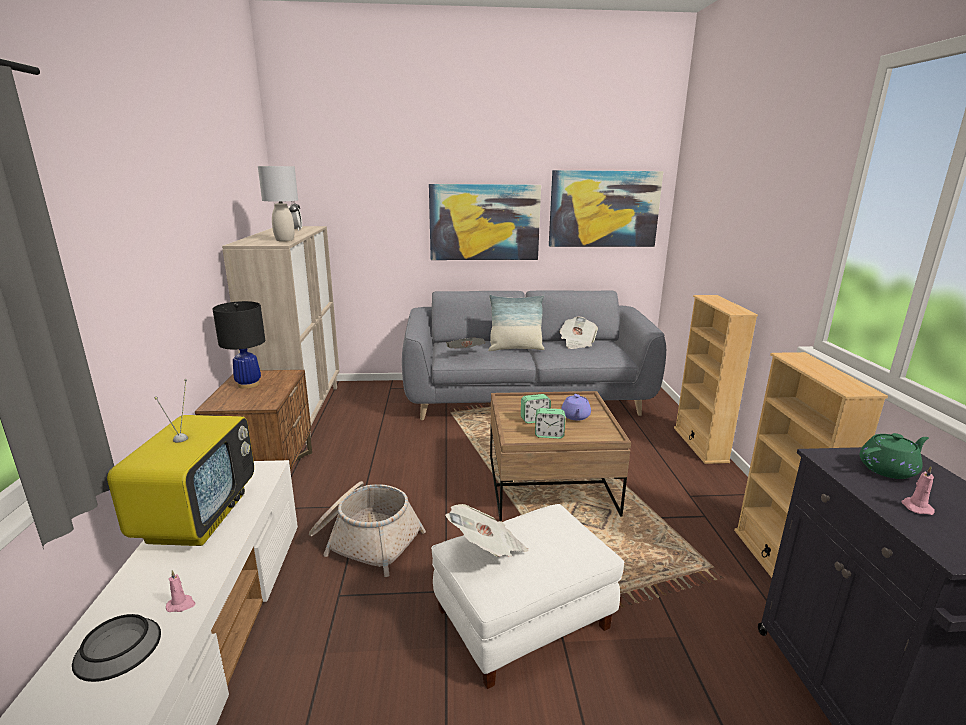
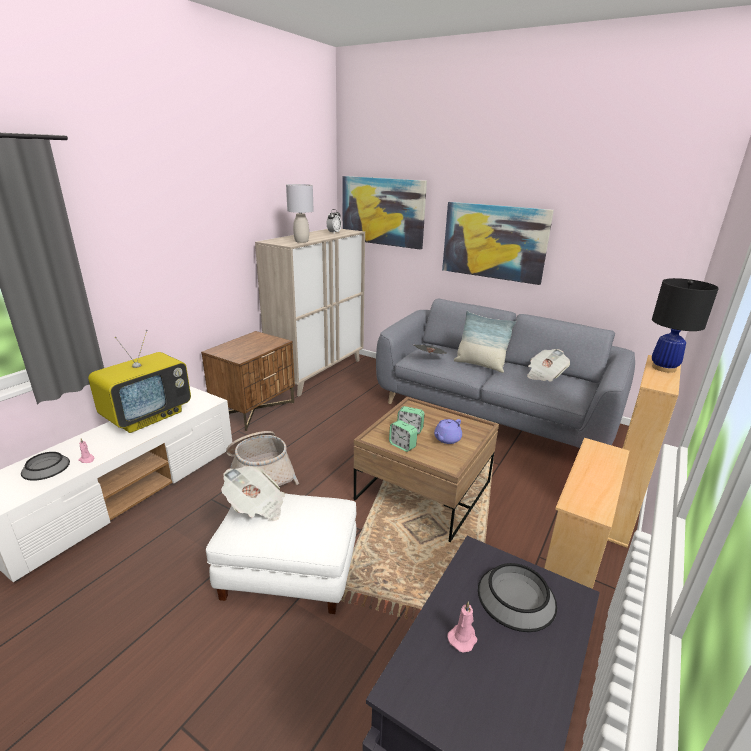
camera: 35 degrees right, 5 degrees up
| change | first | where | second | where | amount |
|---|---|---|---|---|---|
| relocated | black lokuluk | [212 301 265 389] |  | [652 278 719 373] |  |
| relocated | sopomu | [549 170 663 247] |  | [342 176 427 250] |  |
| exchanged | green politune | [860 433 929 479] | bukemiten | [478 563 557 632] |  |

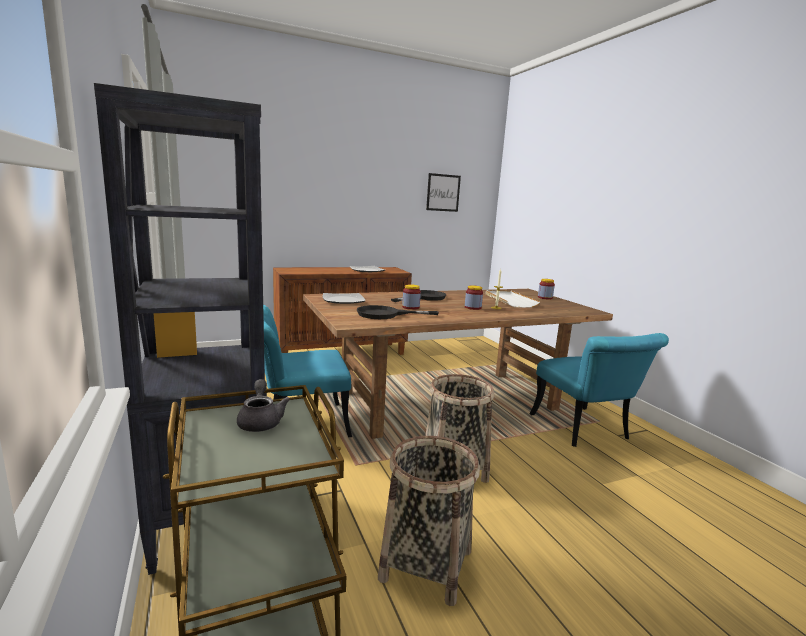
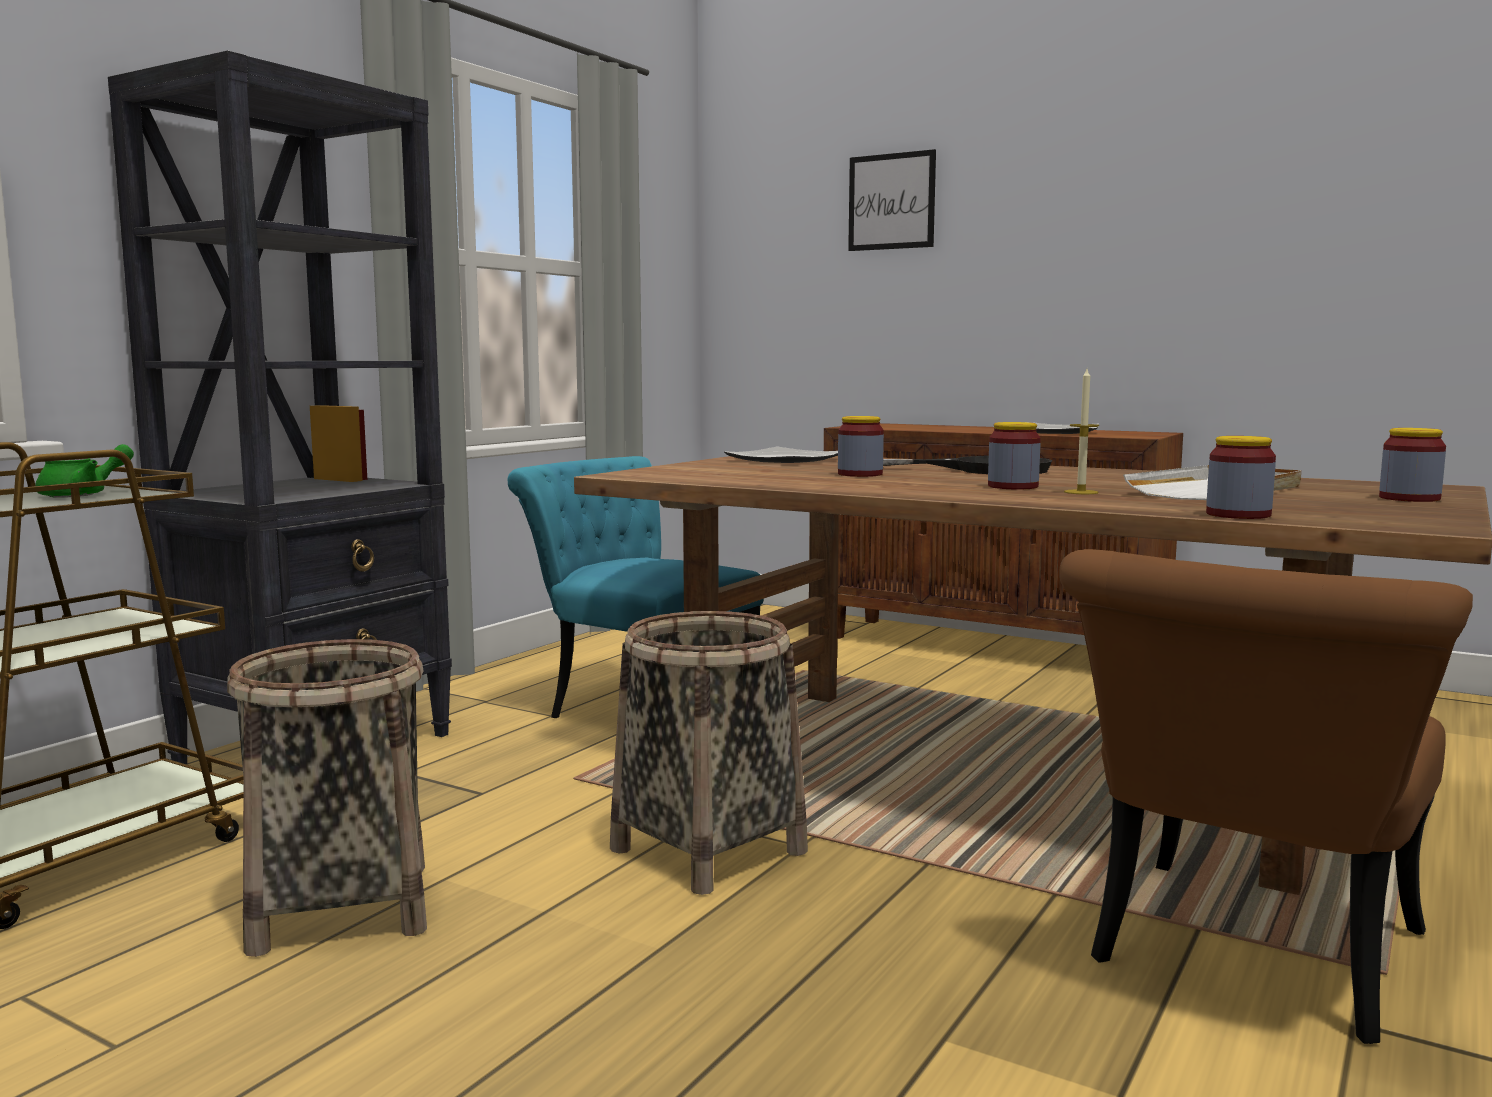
camera: 55 degrees right, 5 degrees down
| change | first | where | second | where | amount |
|---|---|---|---|---|---|
| missing | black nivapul | [356 305 439 319] |  |  |  |
| appeared |  |  | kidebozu | [1206 436 1276 519] |  |
| relocated | sopomu | [426 173 461 212] |  | [848 149 936 251] |  |
| colour | grey politune | [237 379 290 432] | green politune | [35 444 134 498] |  |
| colour | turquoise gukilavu | [530 333 669 447] | brown gukilavu | [1059 549 1473 1044] |  |

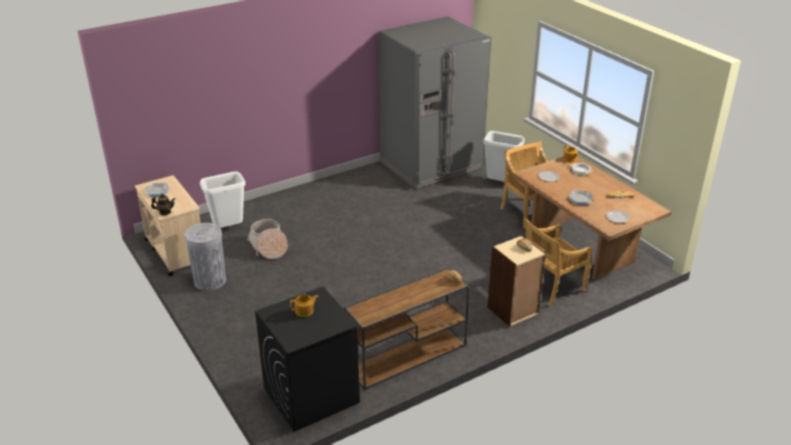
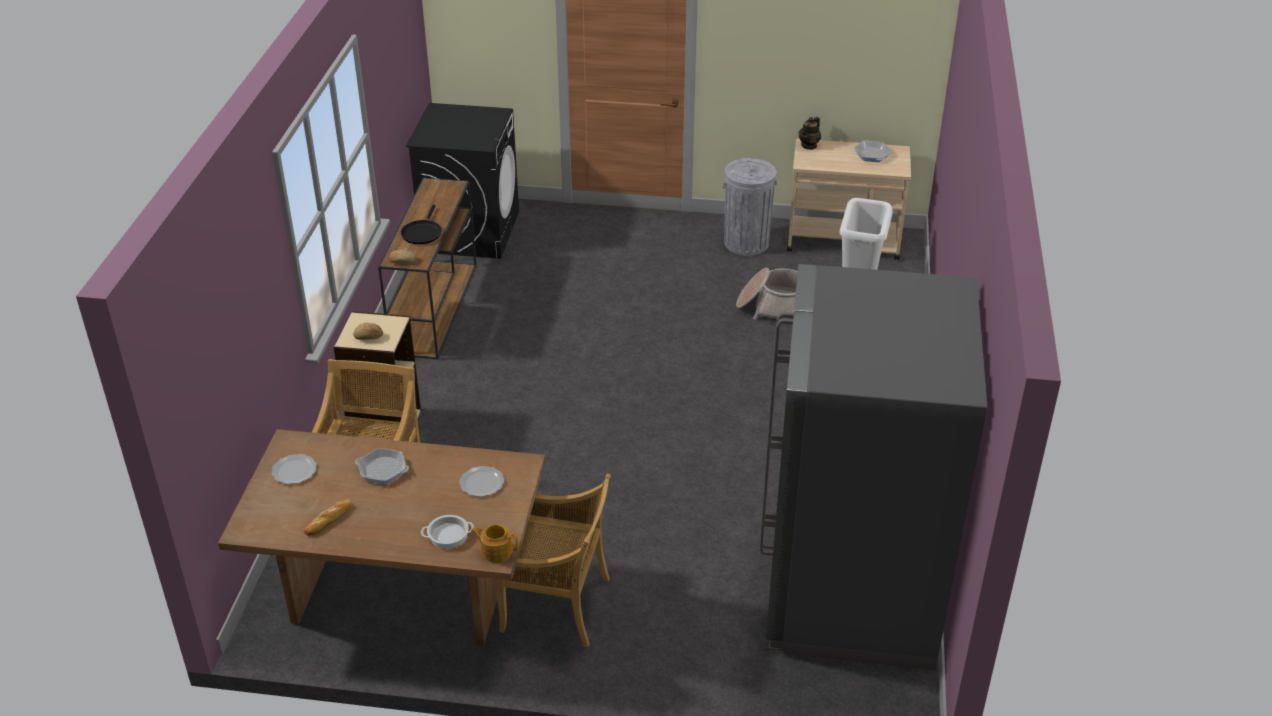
camera: 130 degrees right, 5 degrees up
| change | first | where | second | where | amount |
|---|---|---|---|---|---|
| missing | politune | [290 295 318 317] |  |  |  |
| missing | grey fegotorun | [483 131 525 182] |  |  |  |
| appeared |  |  | black nivapul | [401 205 442 244] |  |

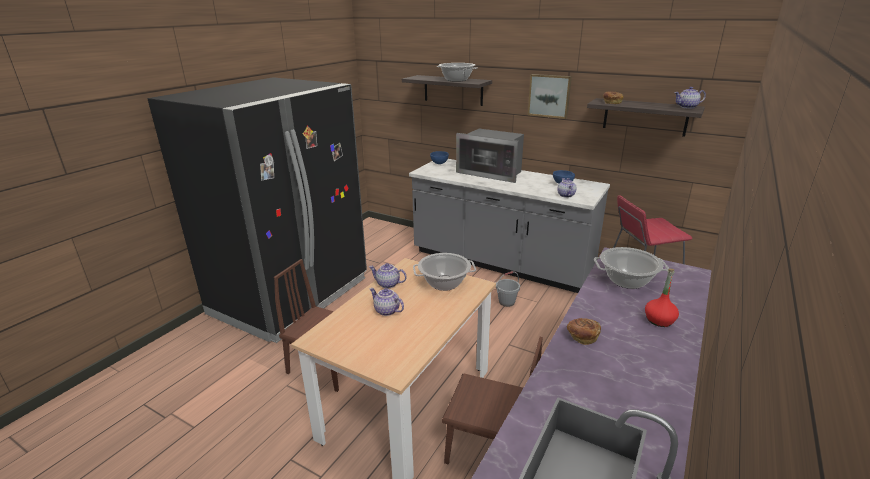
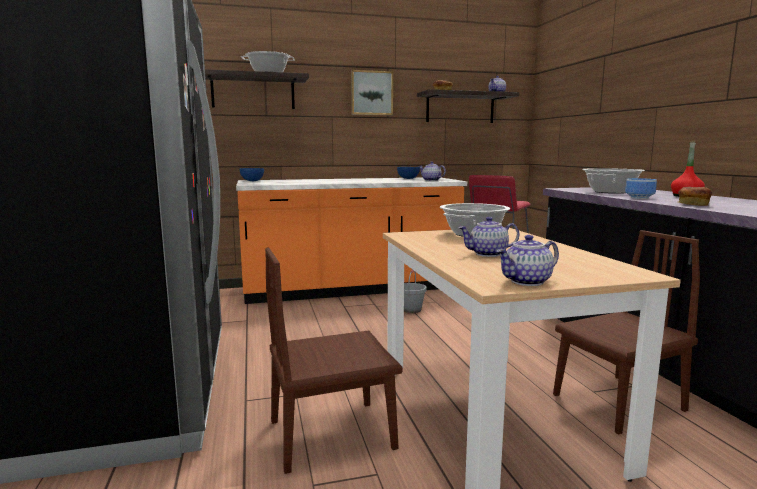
camera: 45 degrees left, 15 degrees down
| change | first | where | second | where | amount |
|---|---|---|---|---|---|
| missing | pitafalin | [456 129 524 183] |  |  |  |
| appeared |  |  | bukemiten | [625 178 657 199] |  |
| relocated | politune | [369 263 407 288] |  | [497 235 559 286] |  |
| colour | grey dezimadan | [409 159 610 293] | orange dezimadan | [236 178 467 304] |  |

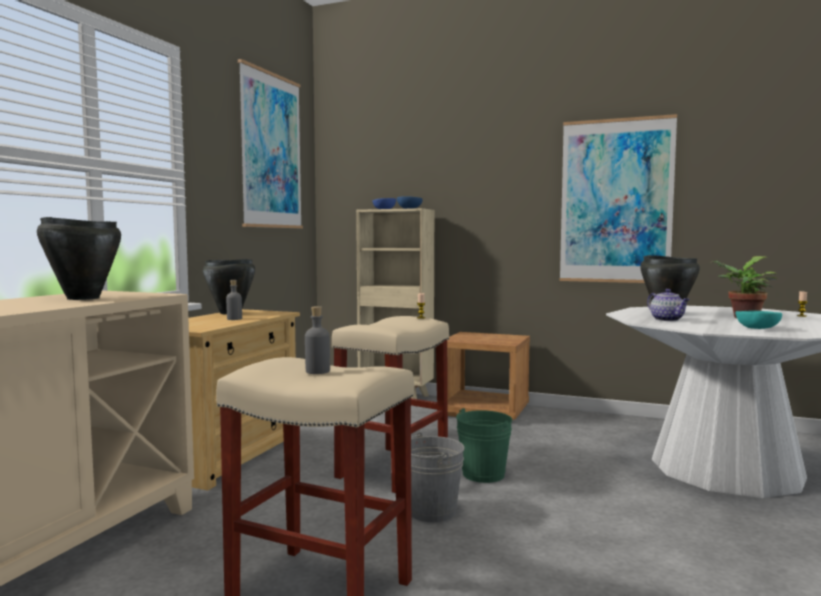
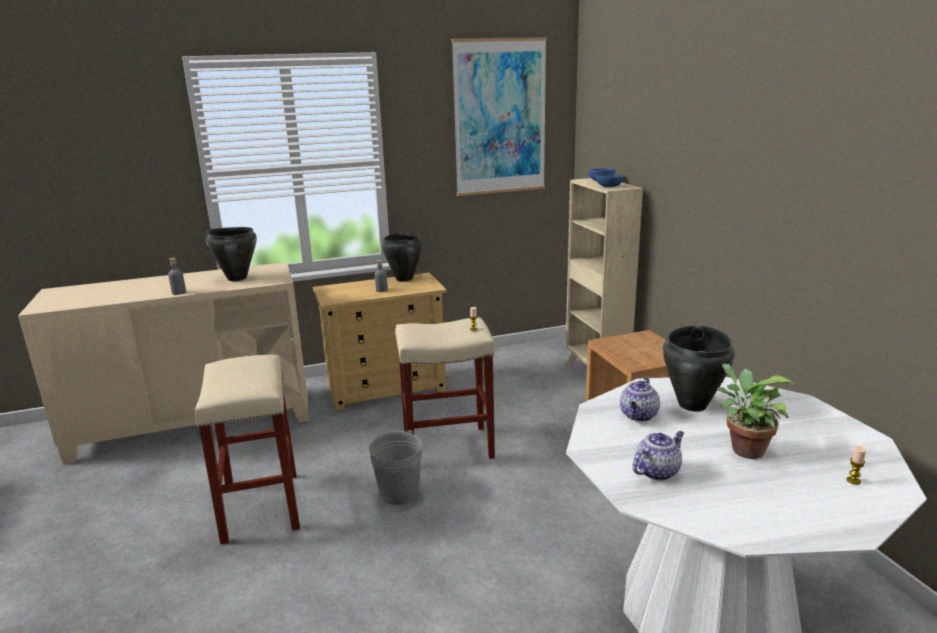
camera: 50 degrees right, 15 degrees up
| change | first | where | second | where | amount |
|---|---|---|---|---|---|
| missing | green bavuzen | [456 408 512 483] |  |  |  |
| missing | sopomu | [560 114 677 283] |  |  |  |
| relocated | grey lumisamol | [305 306 330 374] |  | [168 258 186 295] |  |
| exchanged | turquoise bukemiten | [735 311 782 329] | politune | [632 431 684 481] |  |

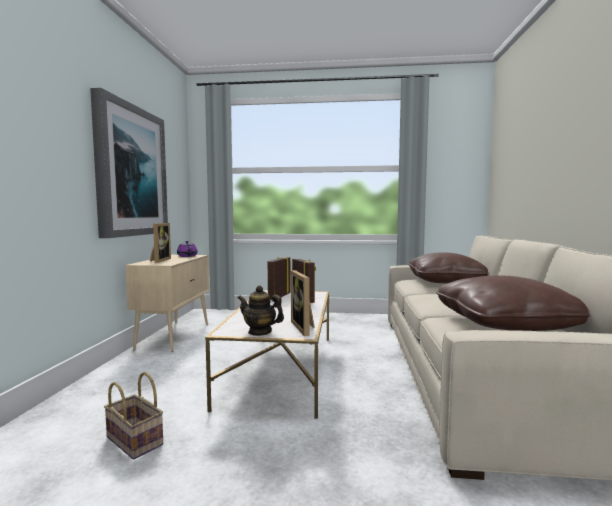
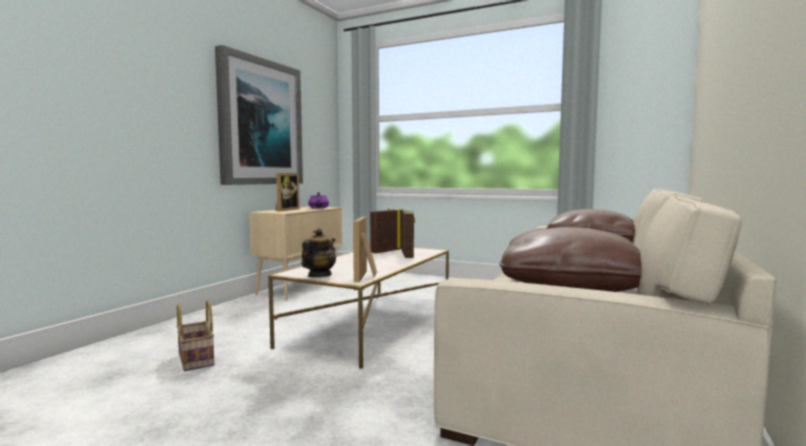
camera: 20 degrees right, 0 degrees up
| change | first | where | second | where | amount |
|---|---|---|---|---|---|
| spun | politune | [238 285 284 336] |  | [301 229 336 277] | 75 degrees clockwise |

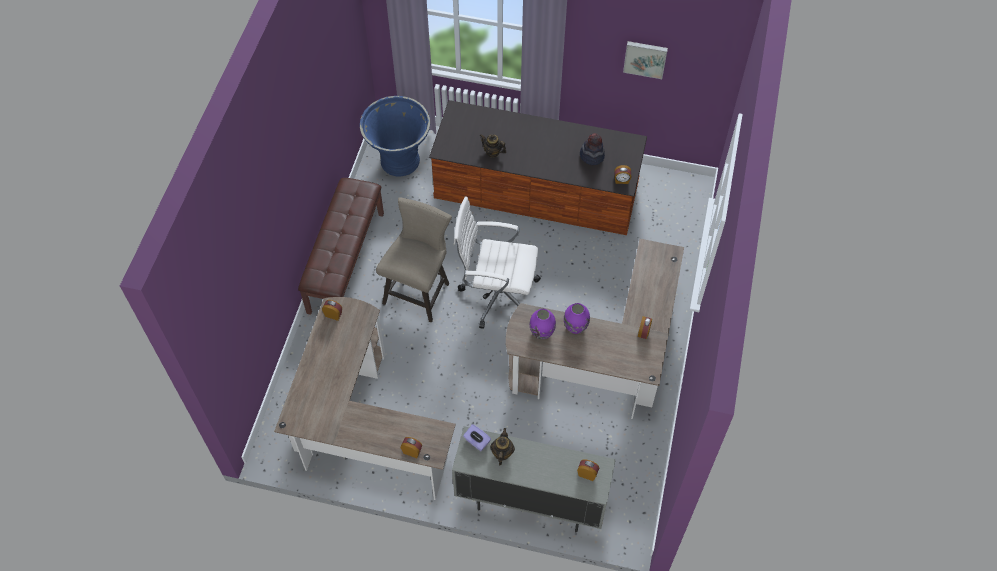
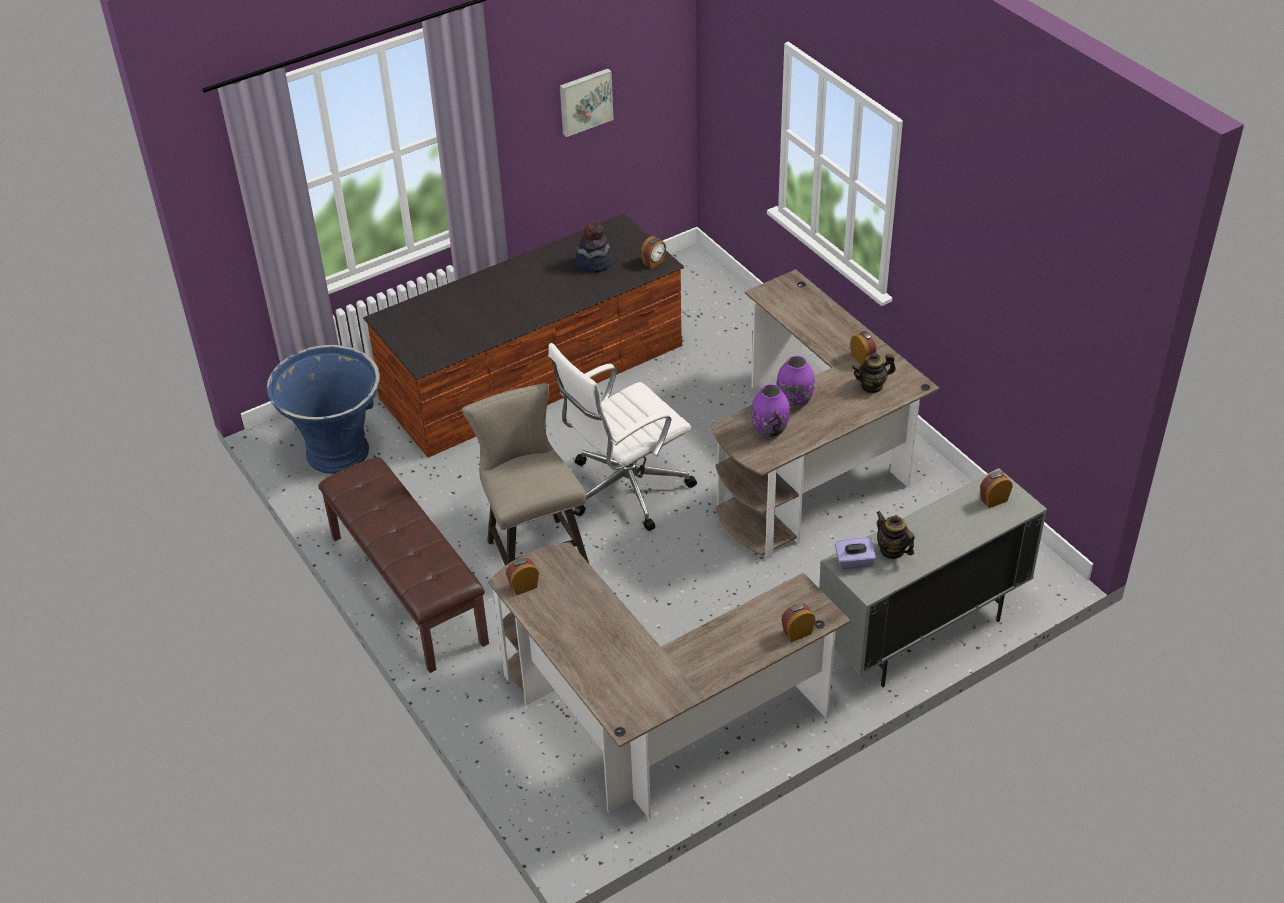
camera: 45 degrees left, 15 degrees down
| change | first | where | second | where | amount |
|---|---|---|---|---|---|
| relocated | politune | [480 134 507 158] |  | [852 352 896 393] |  |

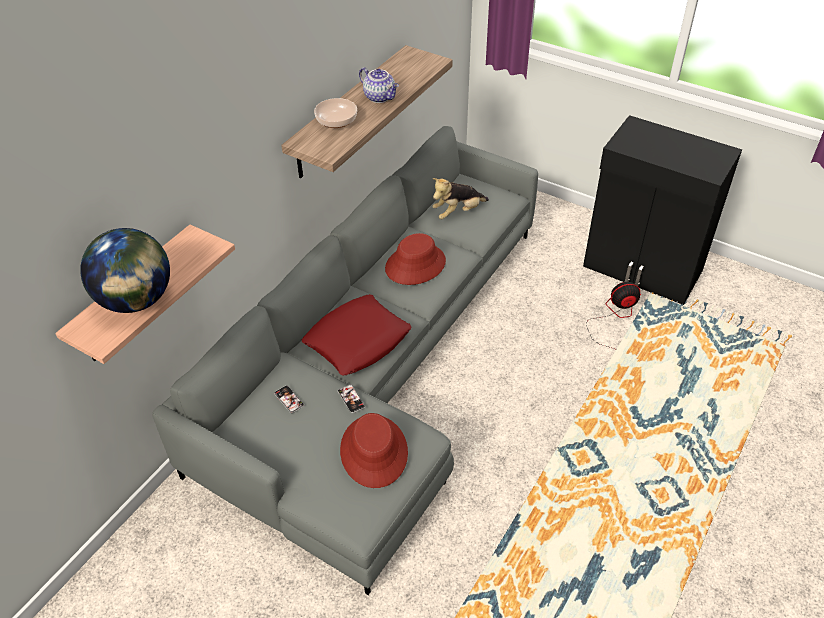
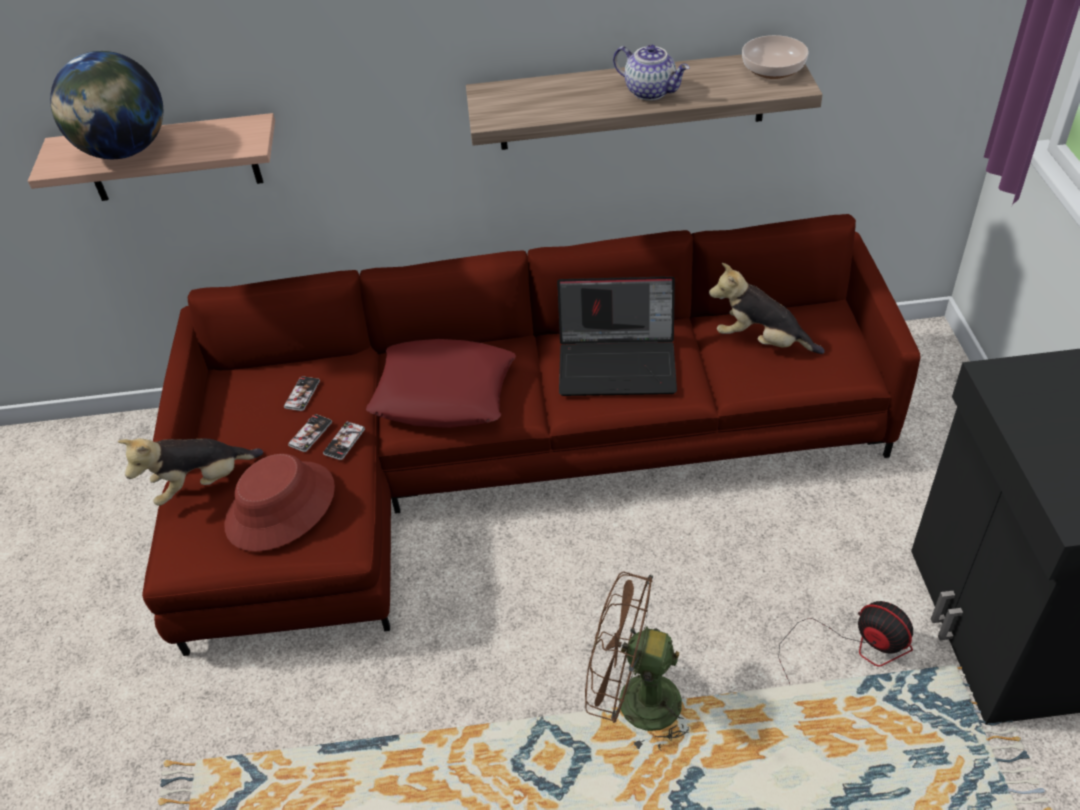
camera: 55 degrees right, 0 degrees up
| change | first | where | second | where | amount |
|---|---|---|---|---|---|
| appeared |  |  | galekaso | [118 438 263 506] |  |
| appeared |  |  | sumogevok | [288 414 332 452] |  |
| appeared |  |  | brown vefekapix | [585 571 689 751] |  |
| relocated | bukemiten | [314 98 357 128] |  | [742 35 809 79] |  |
| exchanged | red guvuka | [385 233 446 285] | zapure | [557 276 677 396] |  |
| colour | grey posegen | [152 126 538 595] | red posegen | [142 214 920 656] |  |
| spun | politune | [359 67 399 103] |  | [613 44 690 100] | 60 degrees counterclockwise |

